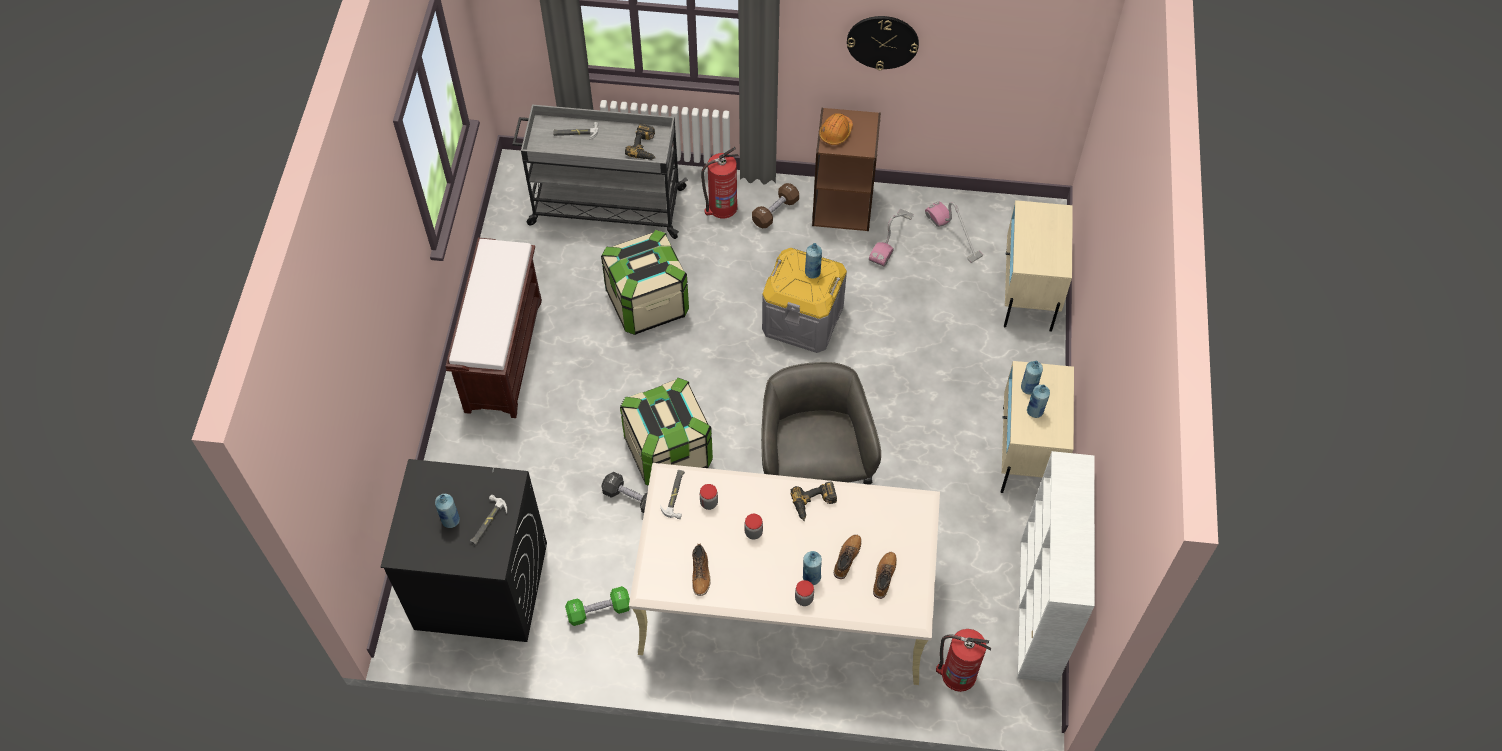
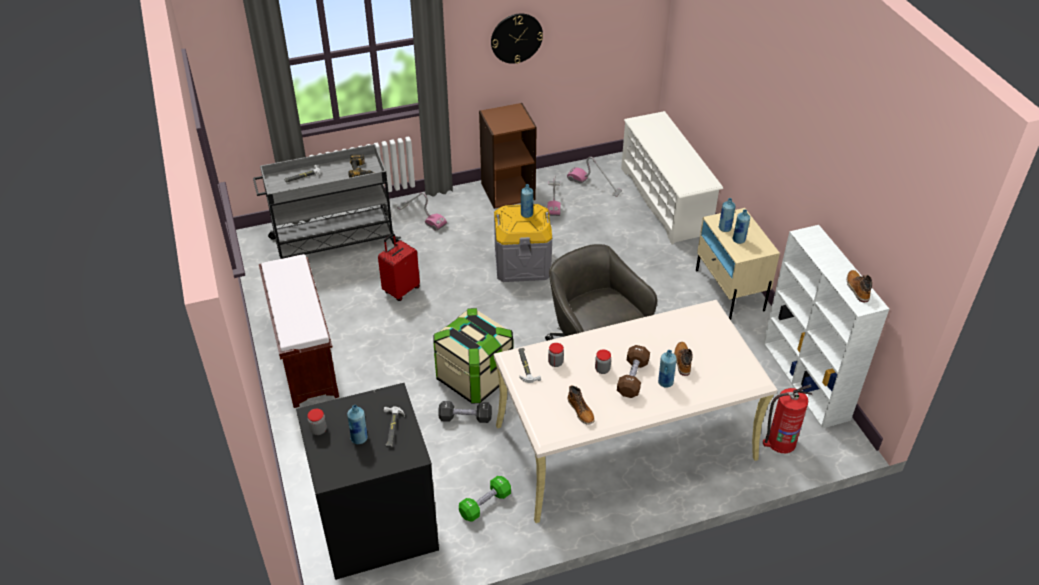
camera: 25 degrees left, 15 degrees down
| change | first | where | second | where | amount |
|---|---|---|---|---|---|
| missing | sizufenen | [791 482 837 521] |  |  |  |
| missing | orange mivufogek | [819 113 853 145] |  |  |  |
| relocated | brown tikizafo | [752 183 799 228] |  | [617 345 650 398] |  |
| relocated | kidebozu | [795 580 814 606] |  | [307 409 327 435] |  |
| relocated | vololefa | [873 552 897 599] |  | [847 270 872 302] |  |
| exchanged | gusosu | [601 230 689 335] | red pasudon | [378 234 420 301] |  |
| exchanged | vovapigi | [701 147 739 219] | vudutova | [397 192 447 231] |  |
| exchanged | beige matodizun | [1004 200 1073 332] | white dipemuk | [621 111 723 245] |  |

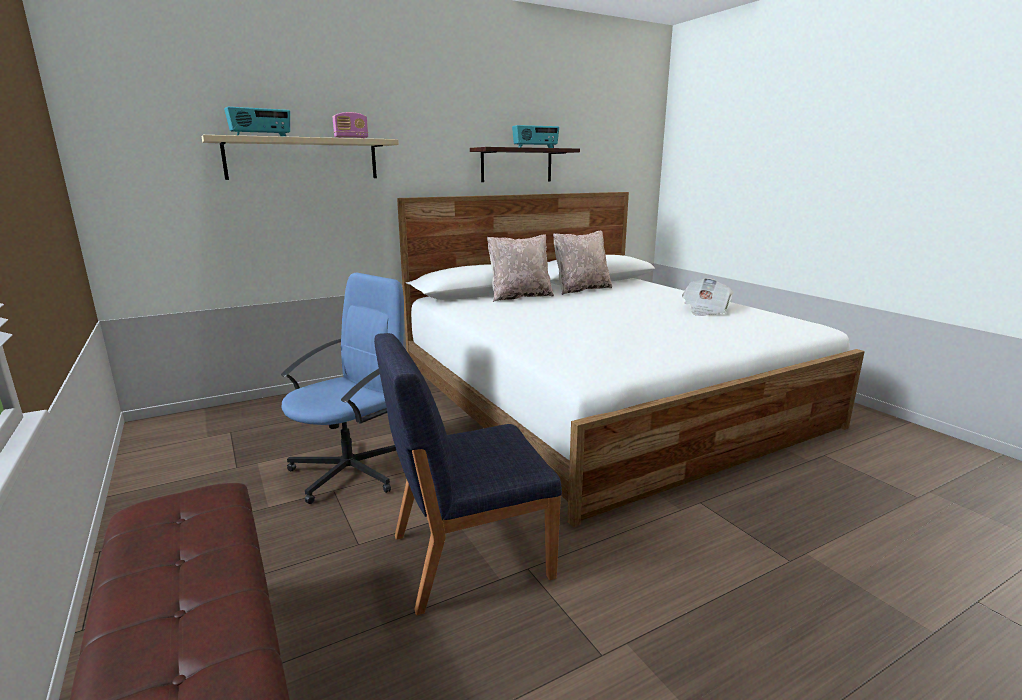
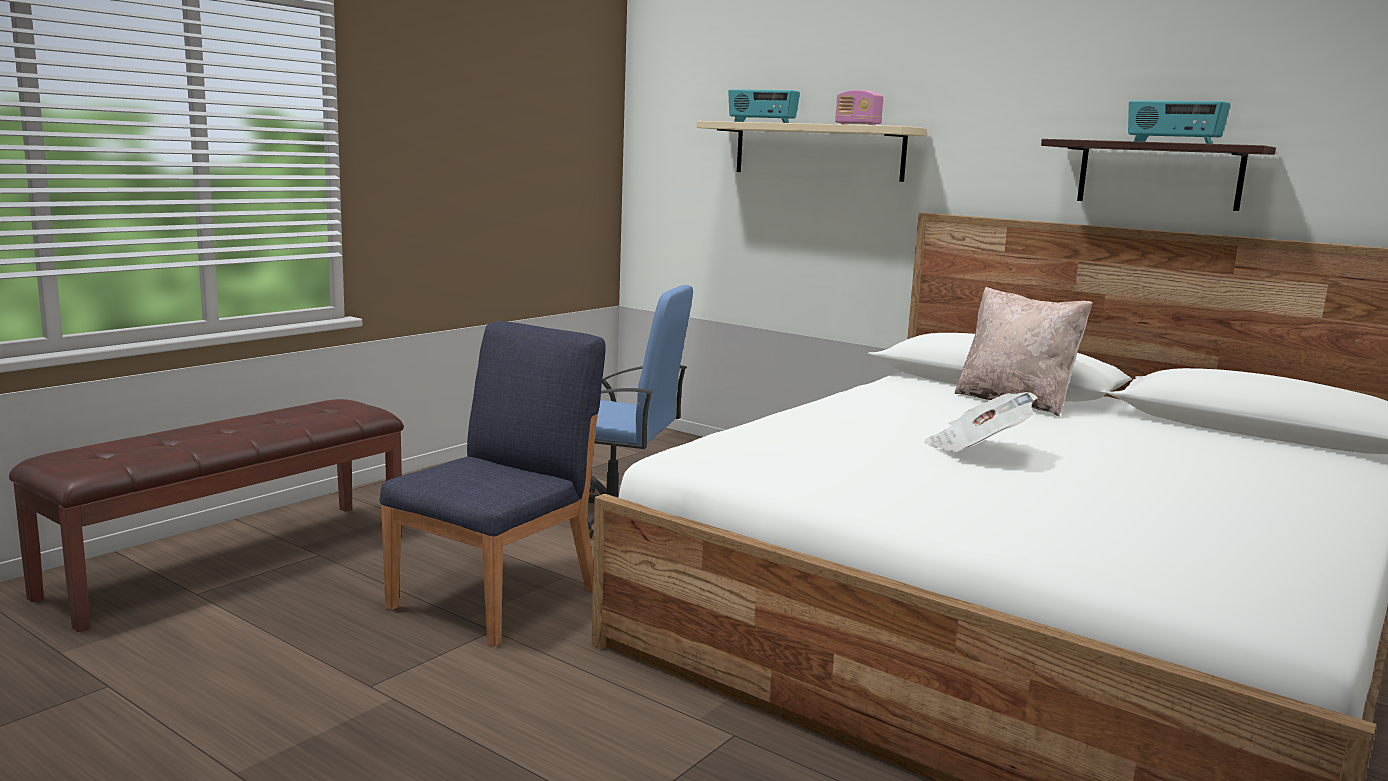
camera: 65 degrees right, 5 degrees down
| change | first | where | second | where | amount |
|---|---|---|---|---|---|
| missing | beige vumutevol | [553 231 612 295] |  |  |  |
| relocated | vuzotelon | [682 278 733 316] |  | [924 392 1038 452] |  |
| spun | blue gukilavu | [374 333 562 615] |  | [380 321 606 647] | 75 degrees clockwise |

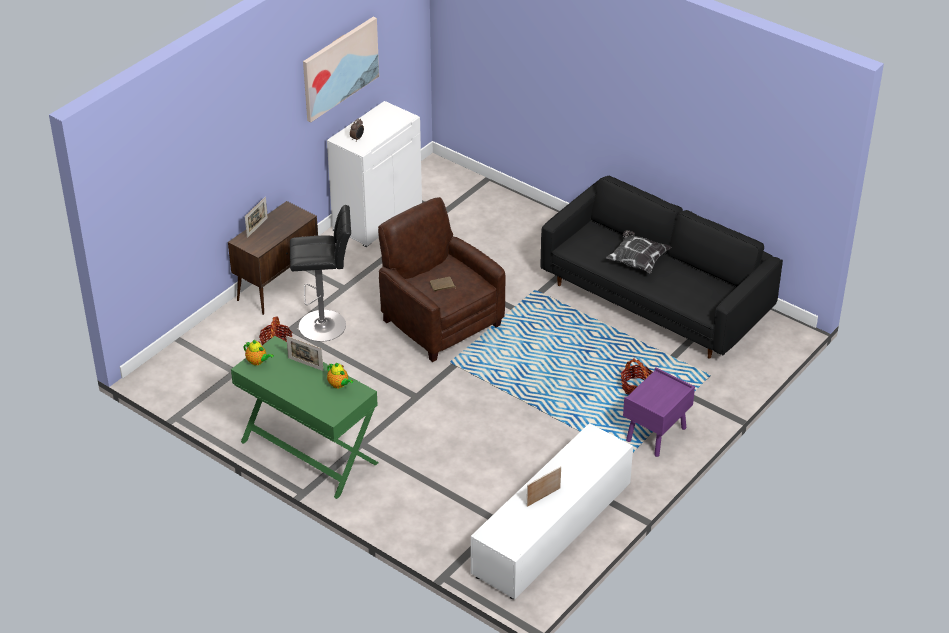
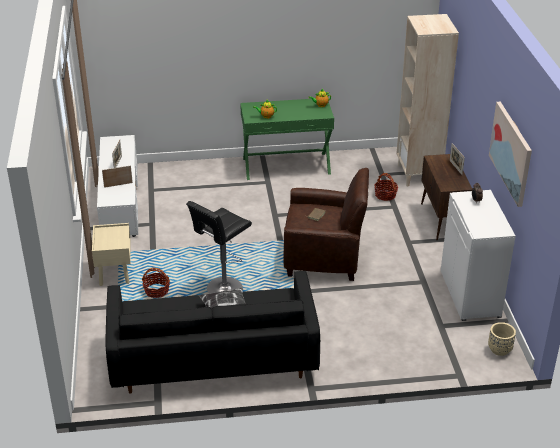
camera: 135 degrees right, 5 degrees down
| change | first | where | second | where | amount |
|---|---|---|---|---|---|
| appeared |  |  | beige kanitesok | [396 14 459 186] |  |
| appeared |  |  | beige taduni | [488 322 516 356] |  |
| relocated | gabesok | [286 336 323 371] |  | [102 165 133 188] |  |
| relocated | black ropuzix | [290 205 351 342] |  | [186 201 252 294] |  |
| colour | purple matodizun | [623 367 695 457] | beige matodizun | [92 223 131 286] |  |

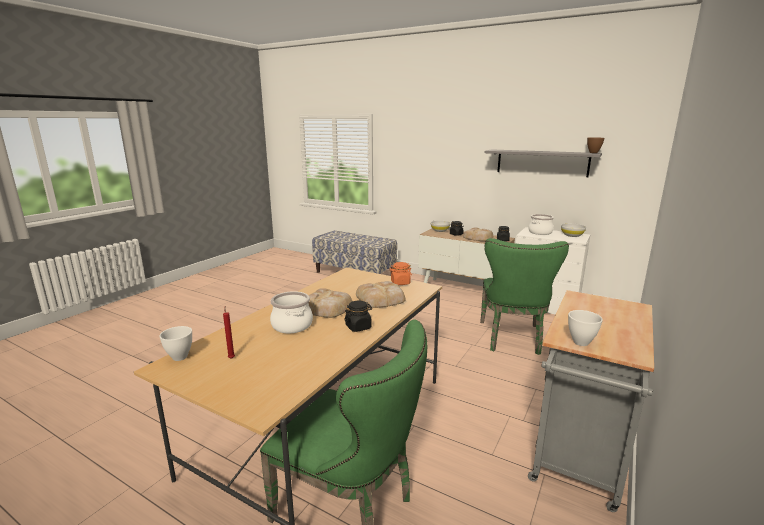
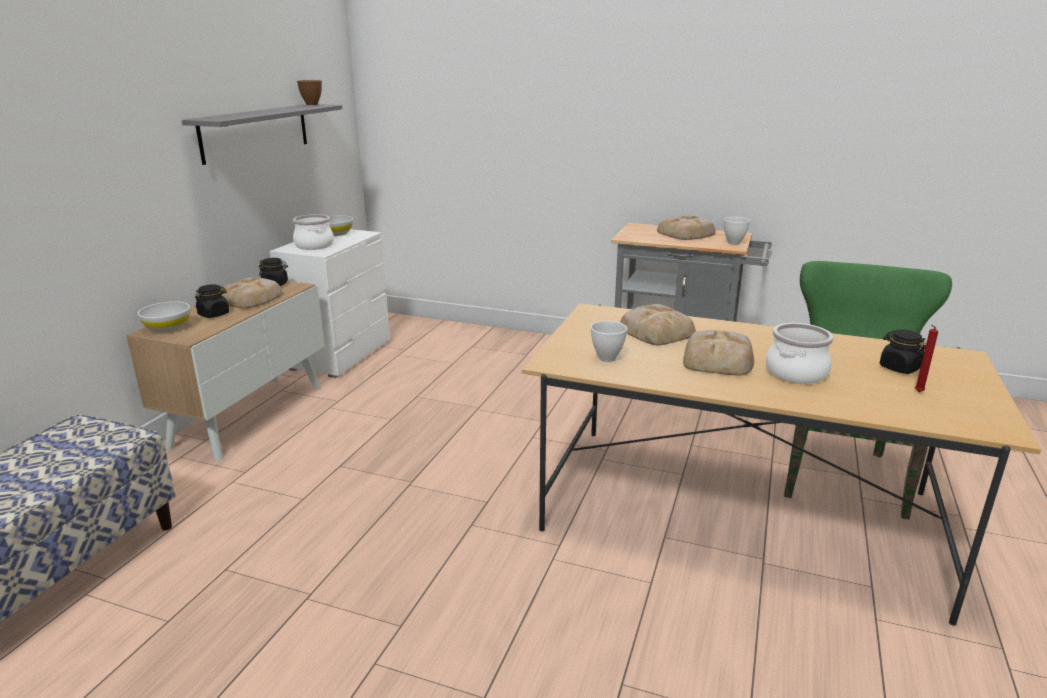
camera: 100 degrees left, 5 degrees up
| change | first | where | second | where | amount |
|---|---|---|---|---|---|
| missing | orange kidebozu | [389 262 412 285] |  |  |  |
| missing | green gukilavu | [480 238 569 355] |  |  |  |
| appeared |  |  | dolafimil | [657 216 716 240] |  |
| relocated | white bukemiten | [159 326 192 361] |  | [591 321 627 362] |  |
| relocated | black kidebozu | [344 301 372 332] |  | [880 329 926 374] |  |

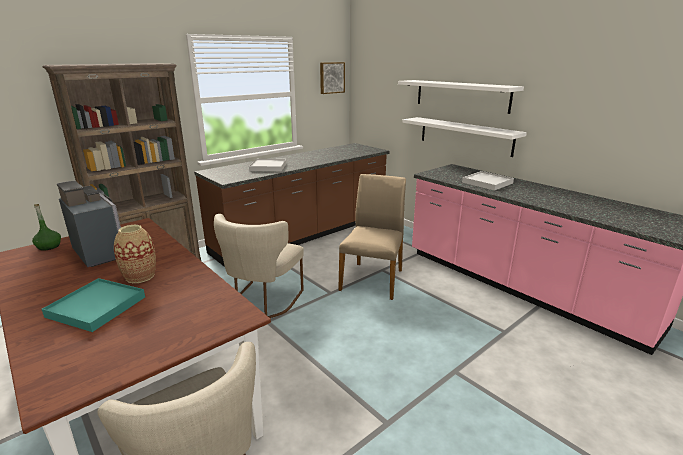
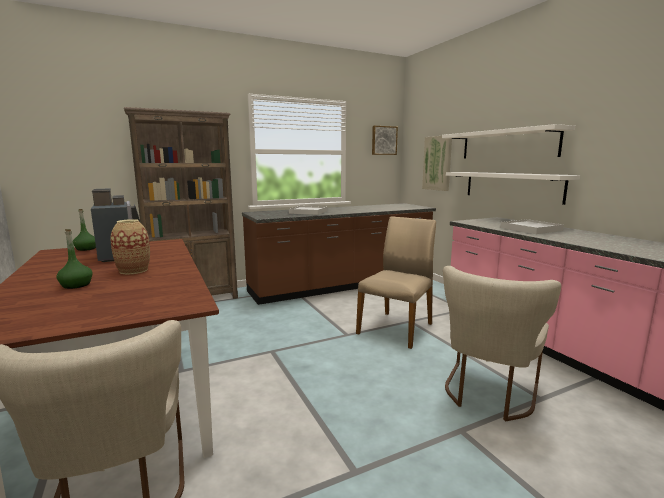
camera: 15 degrees right, 10 degrees down
| change | first | where | second | where | amount |
|---|---|---|---|---|---|
| appeared |  |  | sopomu | [422 136 452 191] |  |
| relocated | beige gukilavu | [214 214 304 318] |  | [443 266 561 421] |  |
| exchanged | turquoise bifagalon | [42 278 145 332] | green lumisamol | [56 229 92 289] |  |

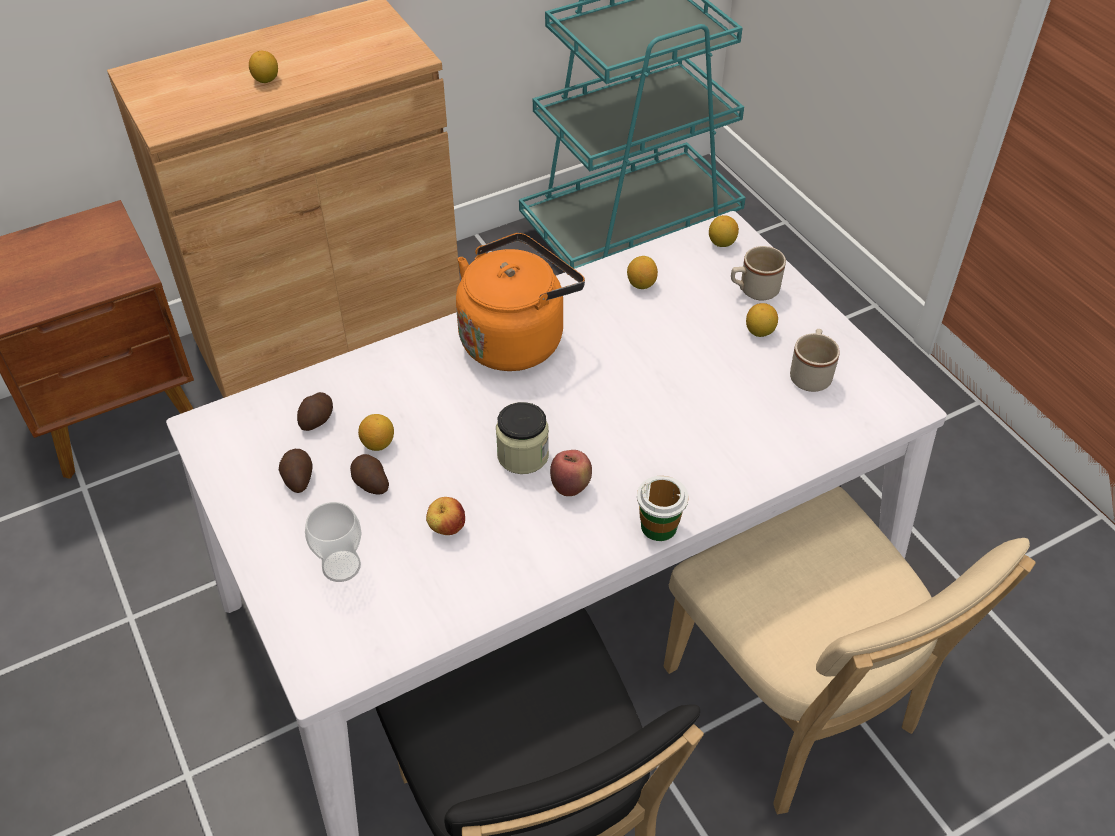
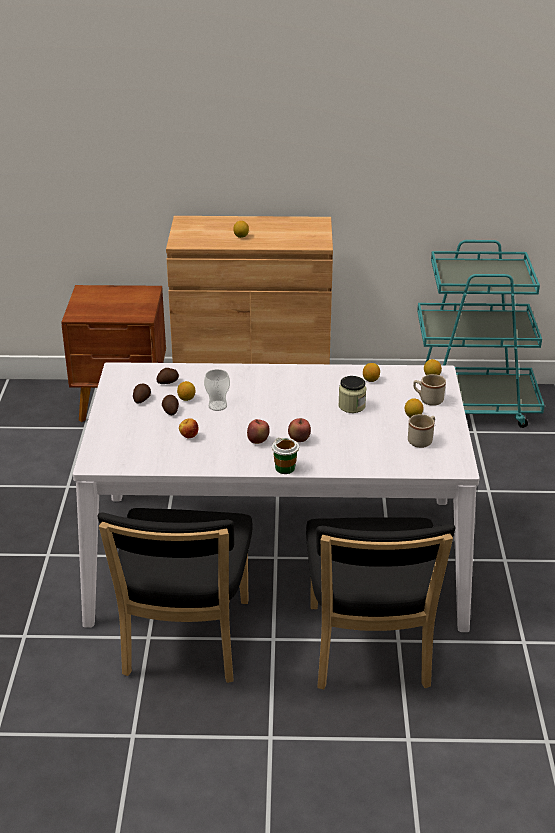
camera: 30 degrees right, 15 degrees down
| change | first | where | second | where | amount |
|---|---|---|---|---|---|
| missing | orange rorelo | [456 233 585 371] |  |  |  |
| appeared |  |  | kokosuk | [288 418 311 442] |  |
| relocated | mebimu | [305 502 362 582] |  | [204 369 230 411] |  |
| relocated | kidebozu | [496 402 549 474] |  | [338 376 366 413] |  |
| colour | beige gukilavu | [664 486 1036 814] | black gukilavu | [306 517 455 690] |  |

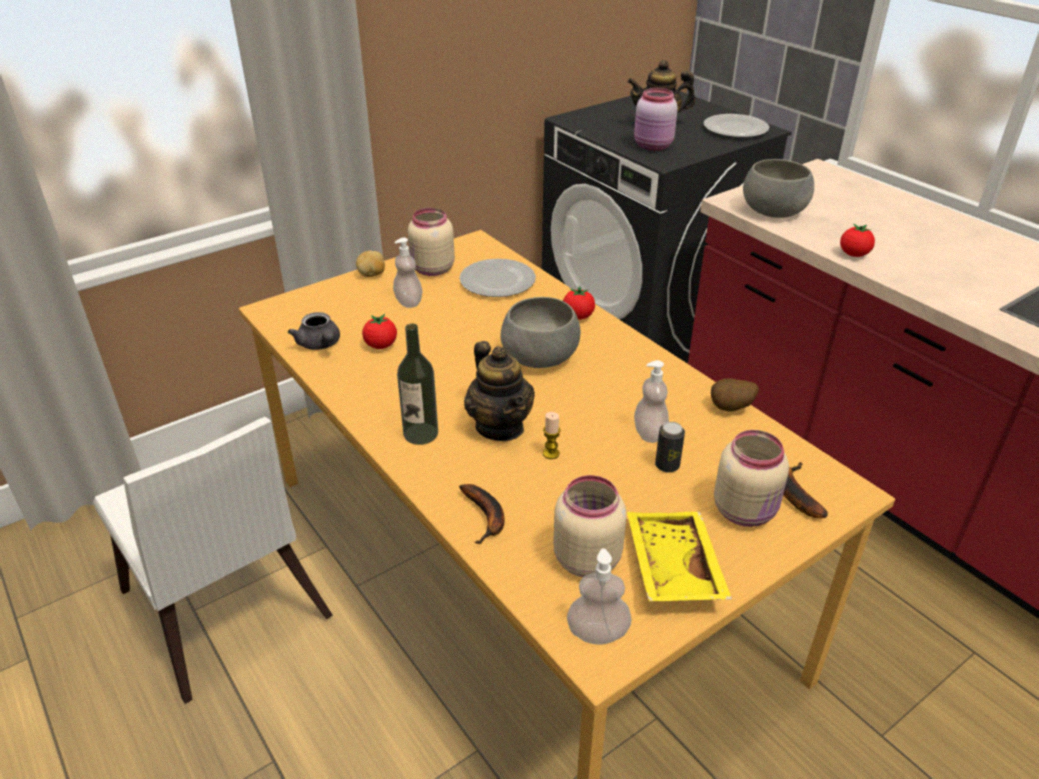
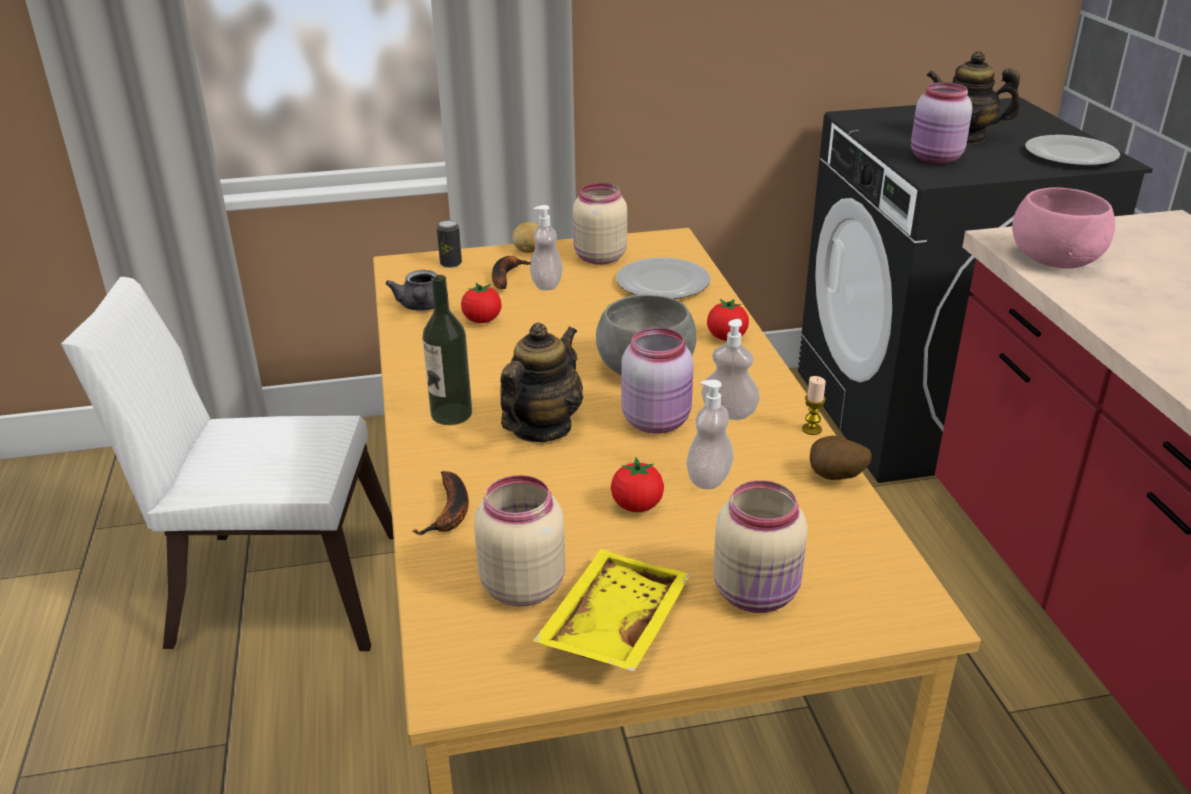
camera: 25 degrees right, 5 degrees down
| change | first | where | second | where | amount |
|---|---|---|---|---|---|
| appeared |  |  | pink kidebozu | [621 327 693 434] |  |
| relocated | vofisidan | [543 412 560 459] |  | [802 376 826 435] |  |
| relocated | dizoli | [567 549 632 645] |  | [701 319 760 420] |  |
| relocated | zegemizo | [655 422 685 473] |  | [437 220 462 268] |  |
| relocated | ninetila | [783 462 828 518] |  | [492 256 531 289] |  |
| relocated | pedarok | [840 224 875 257] |  | [611 457 664 512] |  |
| colour | grey bukemiten | [743 159 814 218] | pink bukemiten | [1012 187 1115 269] |  |
| spun | white gukilavu | [93 417 333 704] |  | [61 277 394 651] | 105 degrees clockwise |
| spun | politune | [464 341 535 441] |  | [500 323 583 442] | 150 degrees counterclockwise |

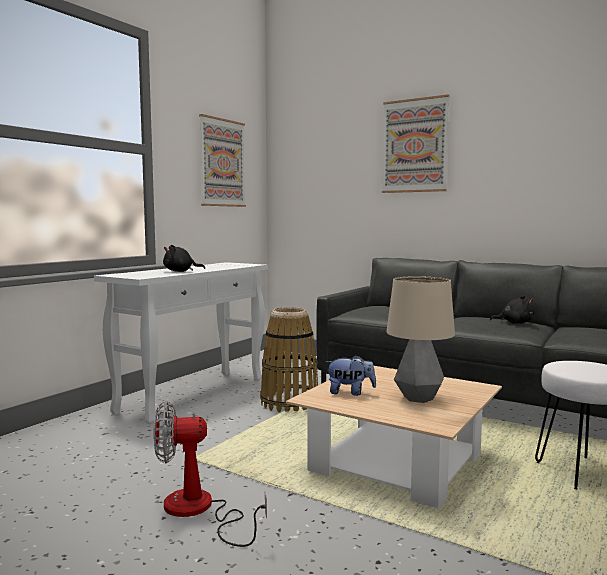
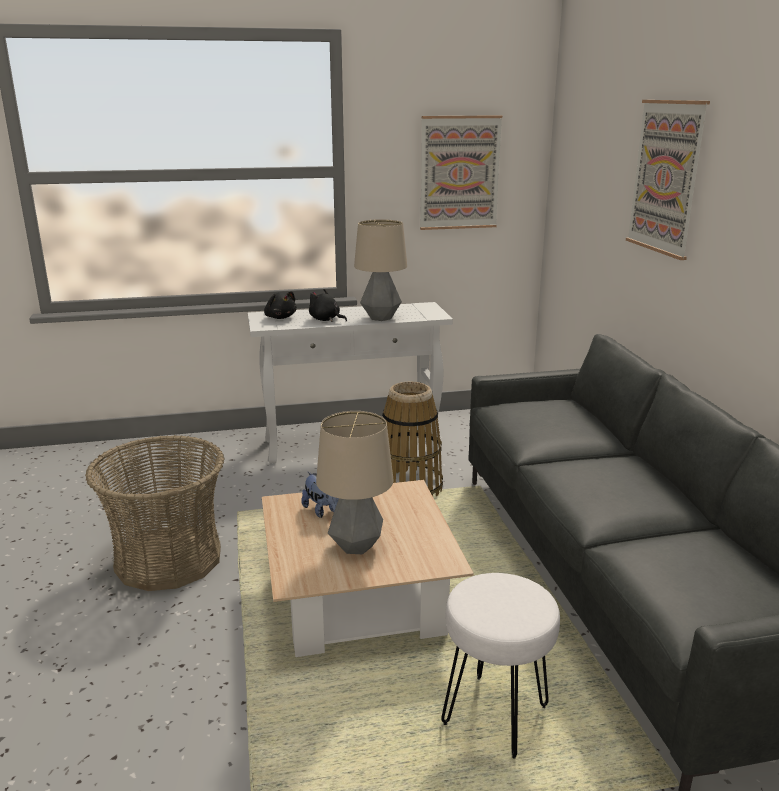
camera: 45 degrees right, 15 degrees up
| change | first | where | second | where | amount |
|---|---|---|---|---|---|
| appeared |  |  | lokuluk | [354 219 407 321] |  |
| relocated | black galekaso | [490 296 534 324] |  | [264 291 297 319] |  |
| exchanged | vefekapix | [154 401 267 547] | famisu | [85 435 224 591] |  |

